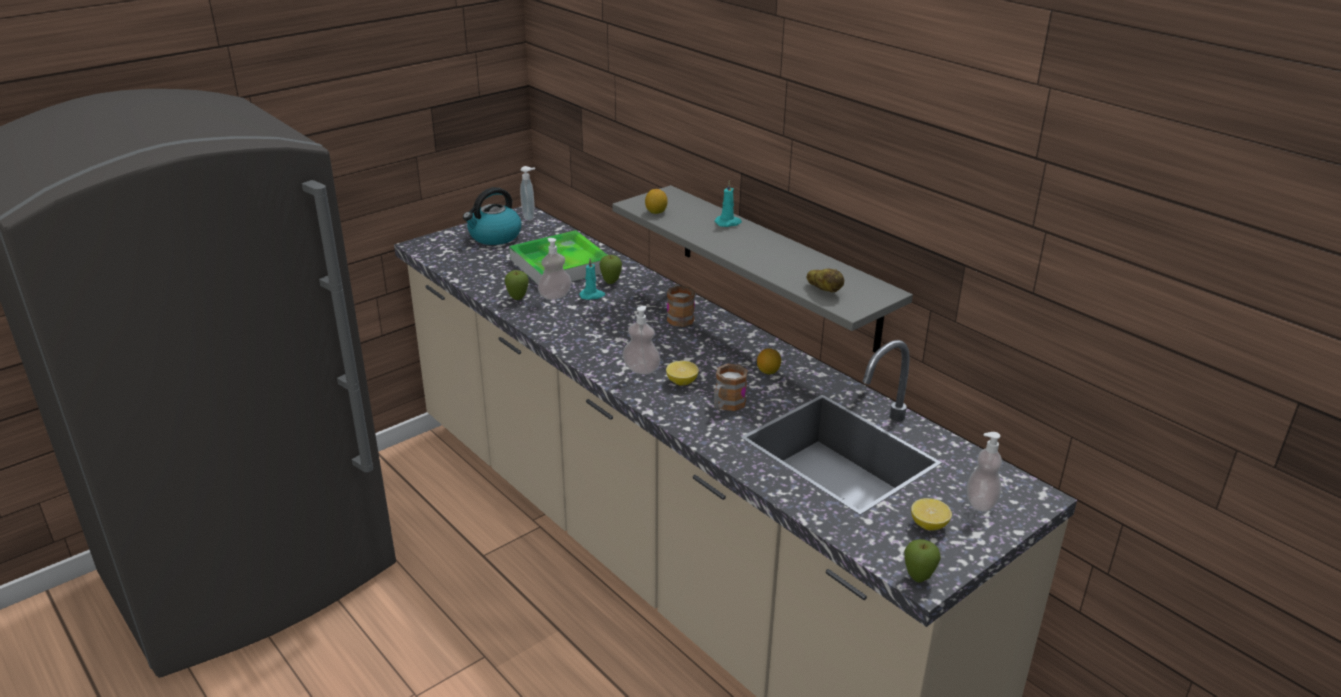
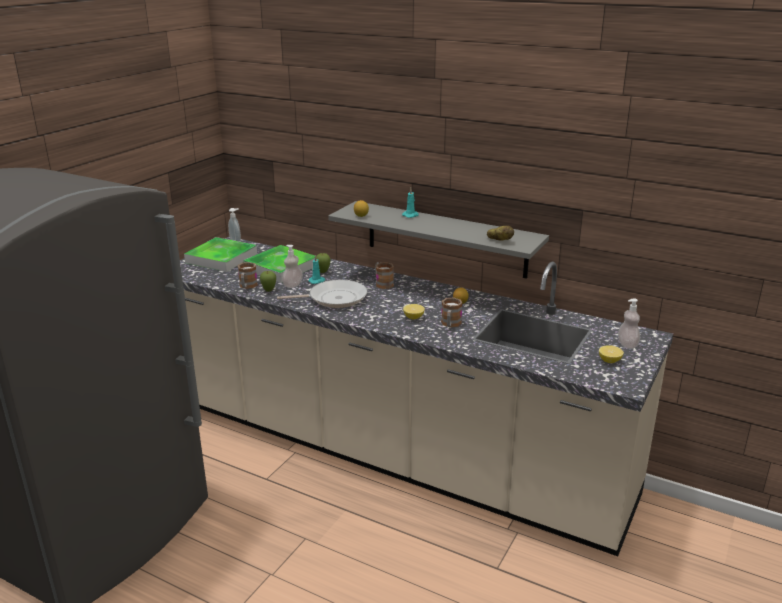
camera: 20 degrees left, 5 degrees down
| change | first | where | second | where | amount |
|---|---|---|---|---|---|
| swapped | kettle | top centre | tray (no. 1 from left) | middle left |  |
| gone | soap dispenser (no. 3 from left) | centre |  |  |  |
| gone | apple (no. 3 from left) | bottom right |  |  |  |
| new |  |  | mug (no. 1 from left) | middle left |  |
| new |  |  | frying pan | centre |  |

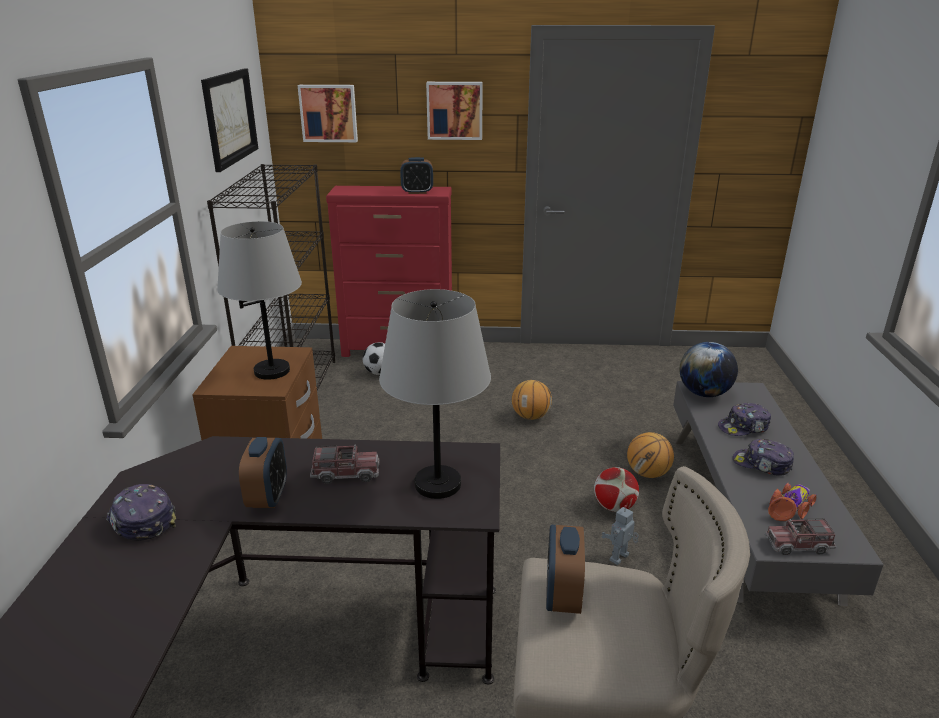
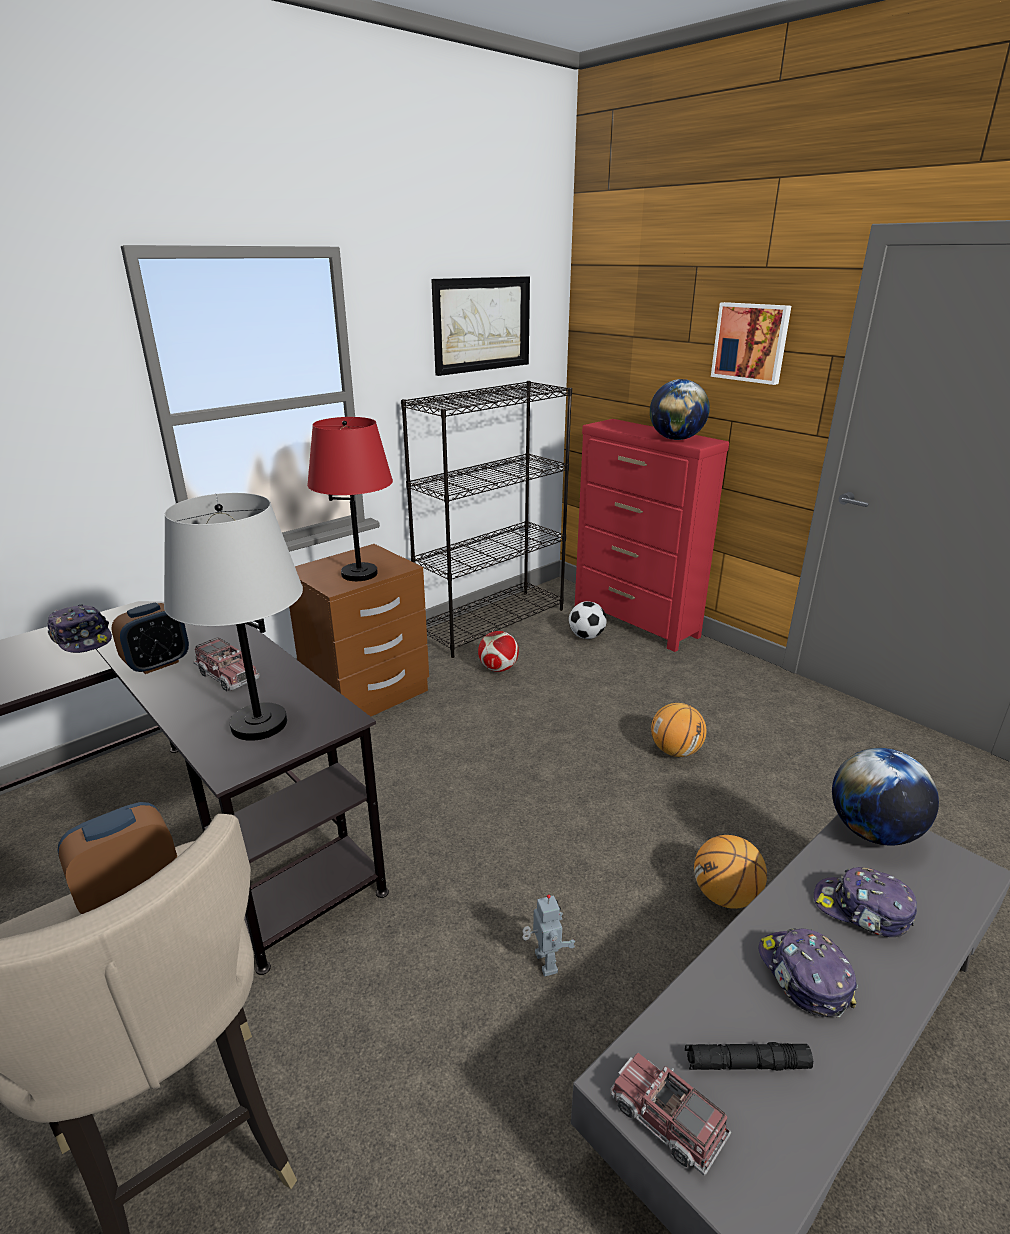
camera: 45 degrees right, 0 degrees up
| change | first | where | second | where | amount |
|---|---|---|---|---|---|
| rotated | cap (no. 1 from left) | bottom left |  | middle left | 135 degrees clockwise |
| repainted | table lamp/grey (no. 1 from left) | middle left | table lamp/red | centre |  |
| gone | picture (no. 2 from left) | top centre |  |  |  |
| swapped | alarm clock (no. 2 from left) | top centre | globe (no. 1 from left) | top right |  |
| shifted | football (no. 2 from left in the first image) | bottom centre | football (no. 1 from left) | centre |  |
| rotated | toy robot | bottom centre |  | bottom centre | 75 degrees clockwise |
| swapped | toy car | bottom right | flashlight/black | bottom right |  |

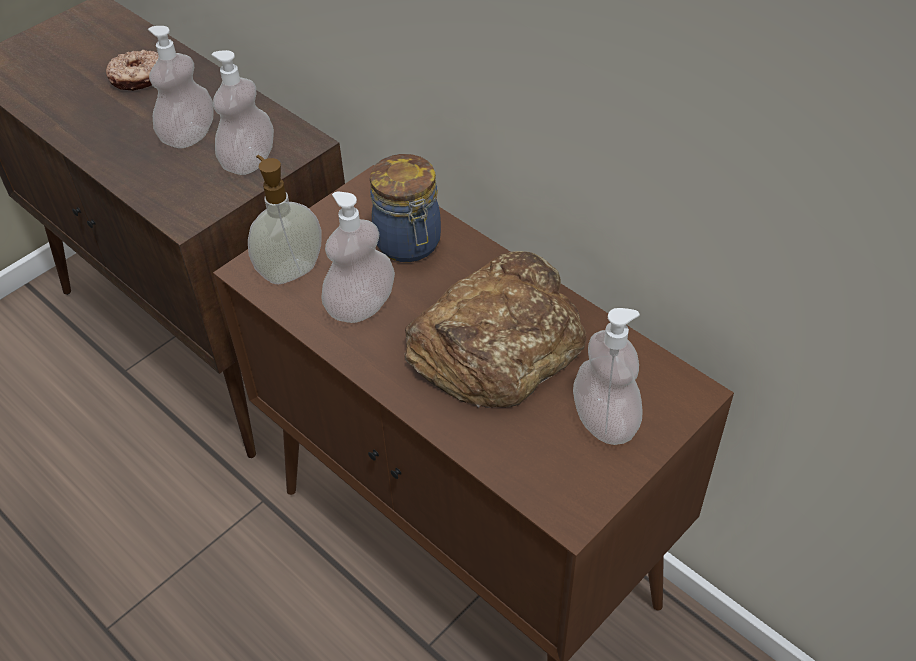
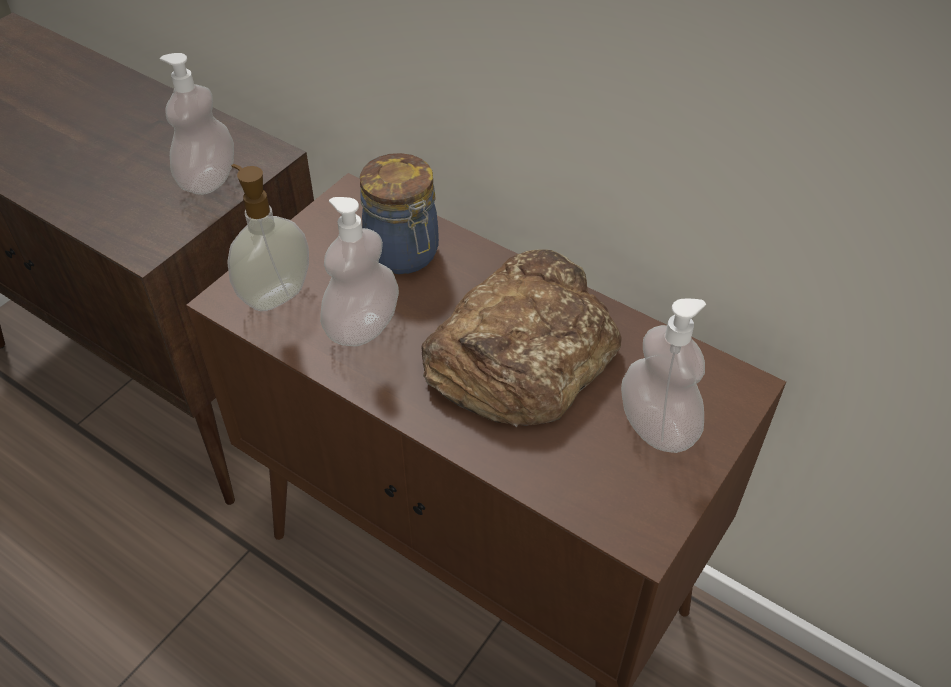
camera: 10 degrees left, 0 degrees up
| change | first | where | second | where | amount |
|---|---|---|---|---|---|
| gone | donut | top left |  |  |  |
| gone | soap dispenser (no. 1 from left) | top left |  |  |  |

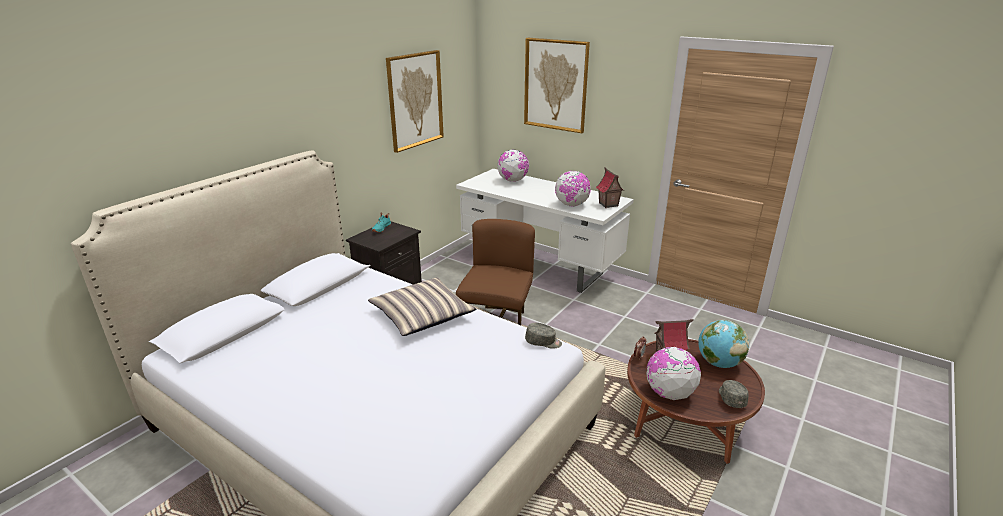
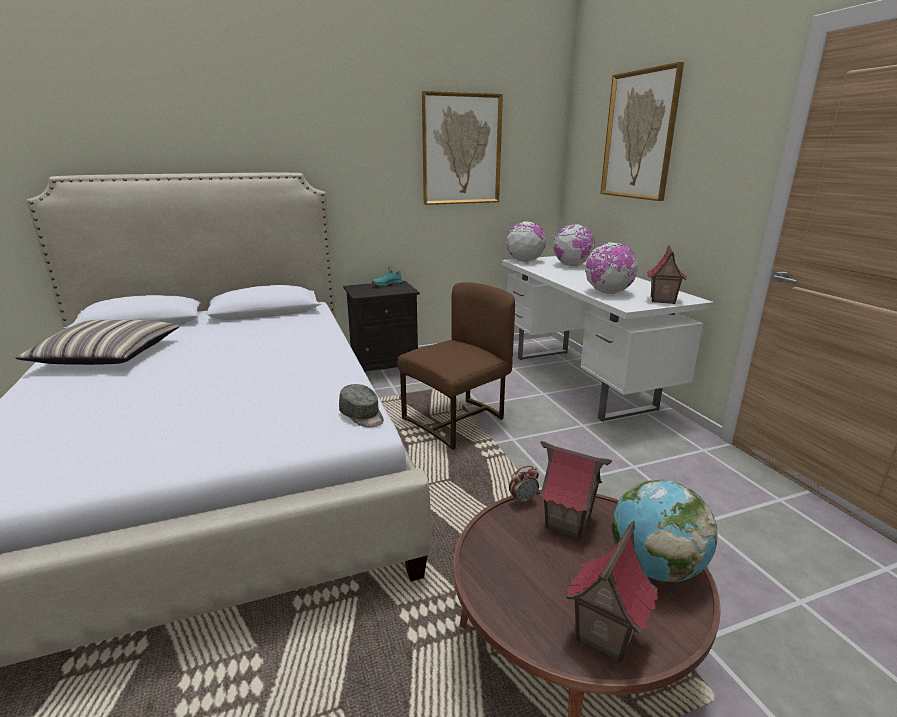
camera: 35 degrees right, 5 degrees down
| change | first | where | second | where | amount |
|---|---|---|---|---|---|
| shifted | pillow | centre |  | middle left |  |
| shifted | globe (no. 3 from left in the first image) | bottom right | globe (no. 1 from left) | centre |  |
| swapped | cap/grey (no. 2 from left) | bottom right | toy house (no. 2 from left) | bottom right |  |

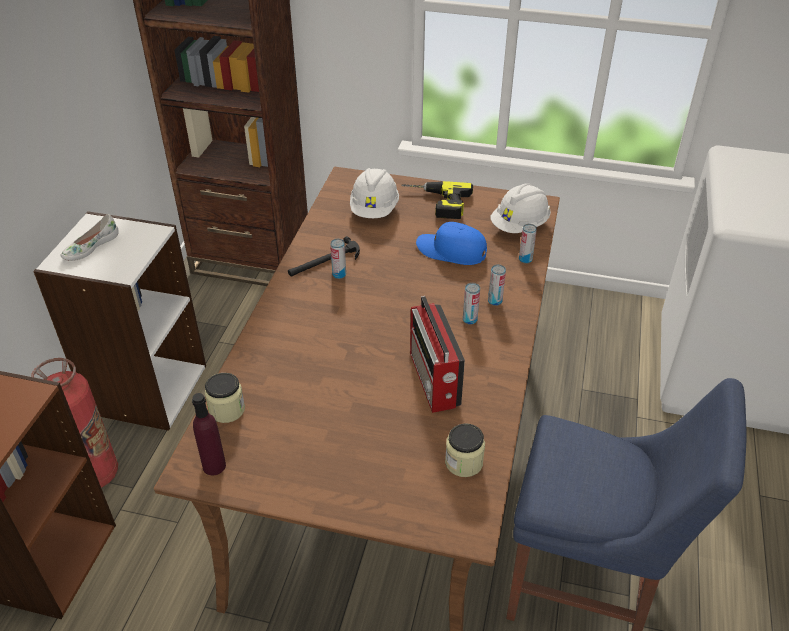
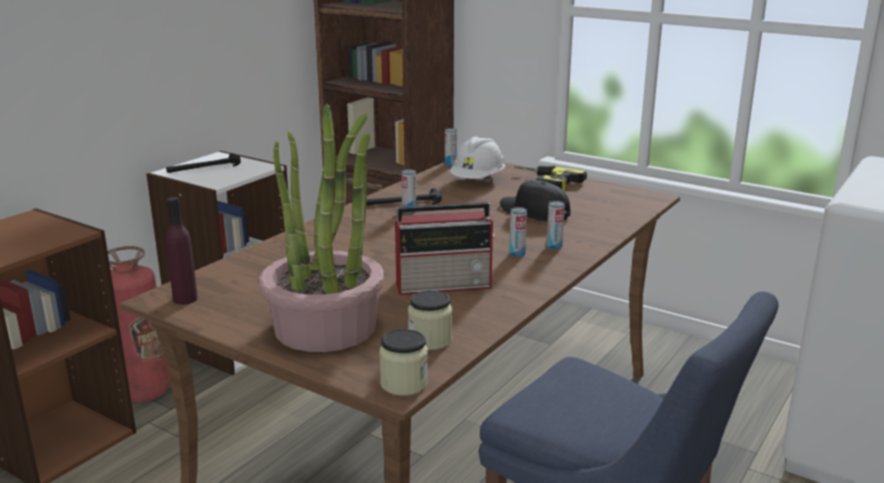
camera: 20 degrees right, 20 degrees down
| change | first | where | second | where | amount |
|---|---|---|---|---|---|
| swapped | shoe/white | middle left | hammer (no. 1 from left) | middle left |  |
| shifted | jar (no. 1 from left) | middle left |  | bottom centre |  |
| rotated | radio | centre |  | centre | 105 degrees counterclockwise |
| repainted | cap/blue | centre | cap/black | centre |  |
| gone | hard hat/white (no. 2 from left) | top centre |  |  |  |
| shifted | can (no. 4 from left in the first image) | middle right | can (no. 2 from left) | top centre |  |
| new |  |  | potted plant | centre |  |

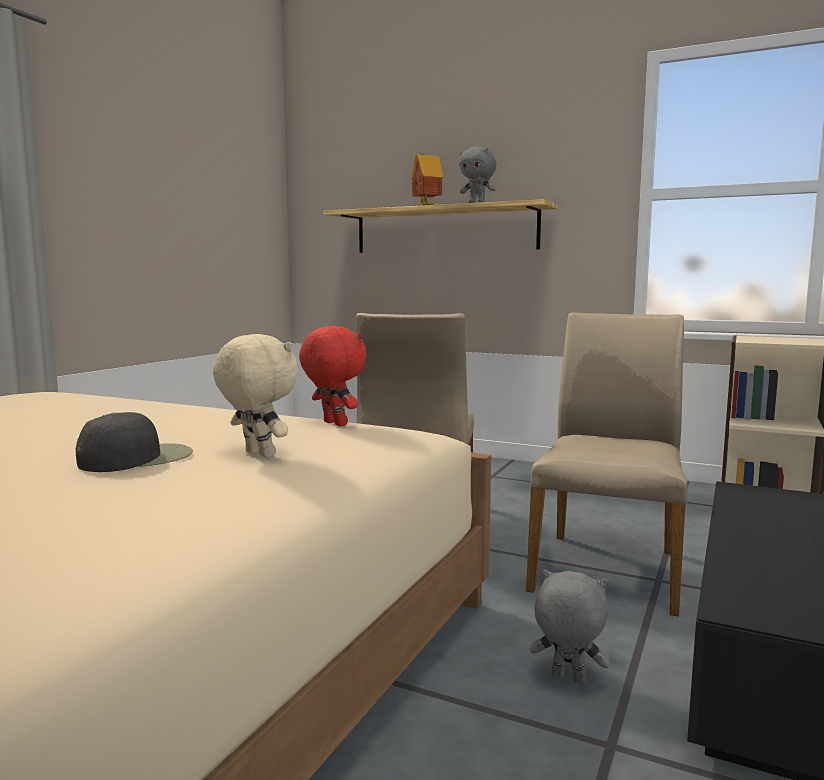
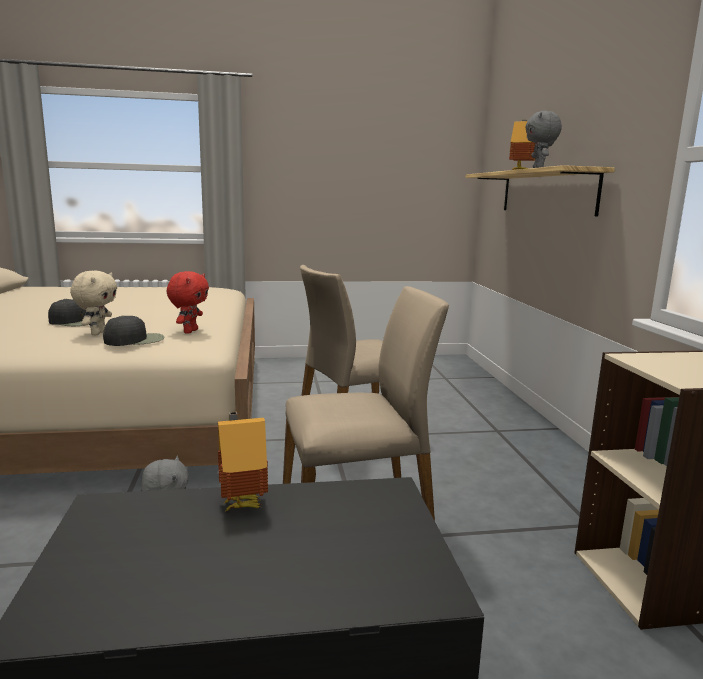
camera: 55 degrees right, 5 degrees up
| change | first | where | second | where | amount |
|---|---|---|---|---|---|
| new |  |  | cap/black (no. 2 from left) | middle left |  |
| new |  |  | toy house (no. 1 from left) | bottom centre |  |

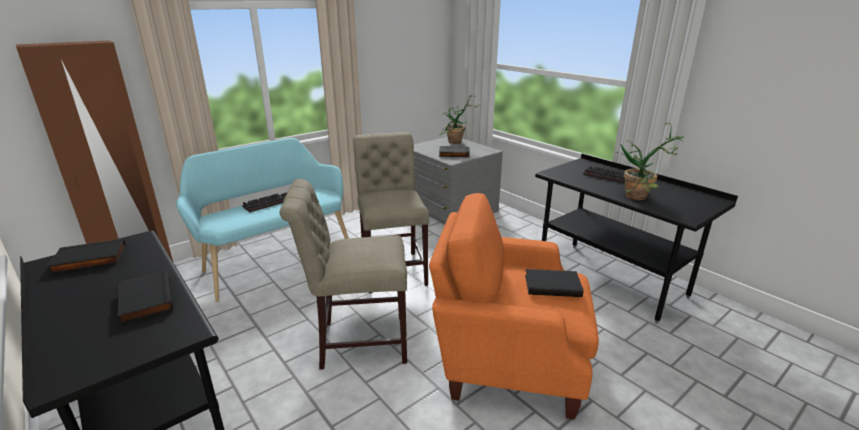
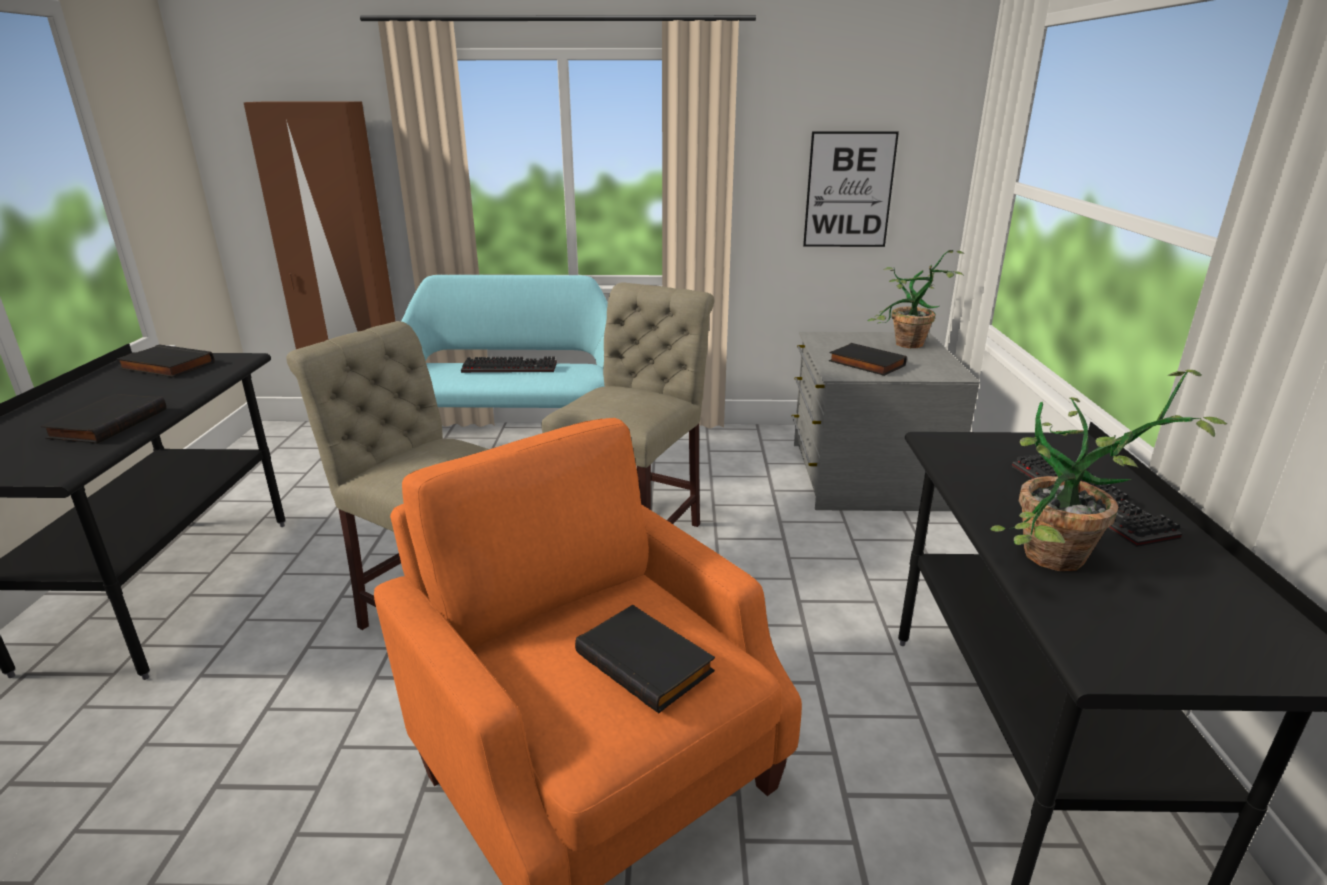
camera: 40 degrees right, 0 degrees up
| change | first | where | second | where | amount |
|---|---|---|---|---|---|
| new |  |  | picture | top centre |  |

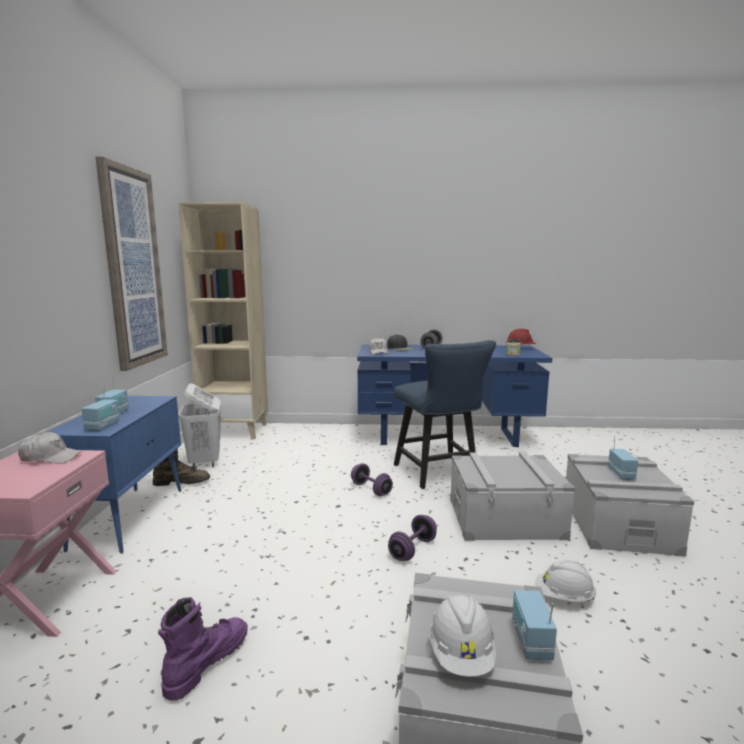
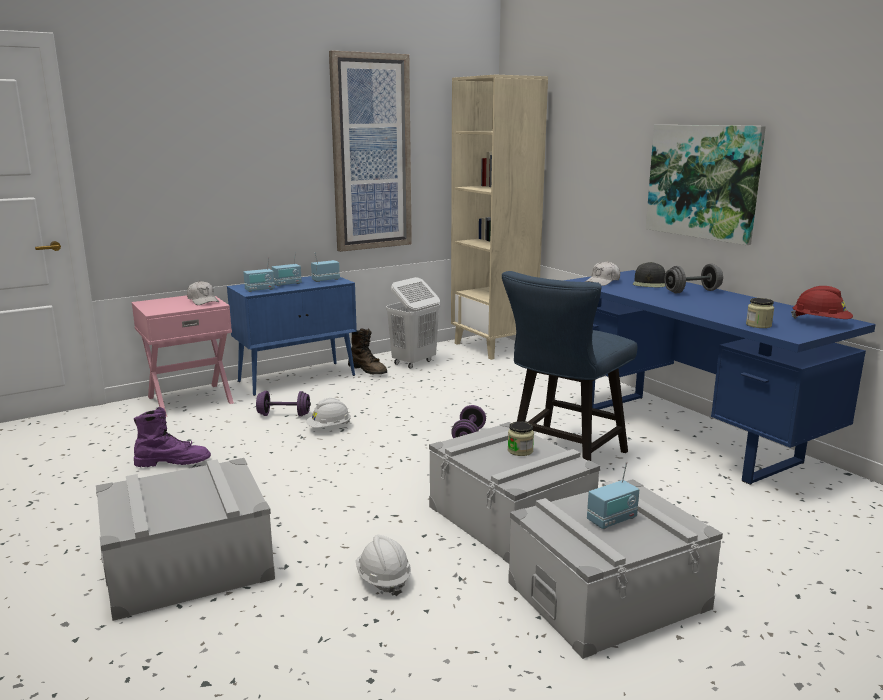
camera: 55 degrees right, 5 degrees up
| change | first | where | second | where | amount |
|---|---|---|---|---|---|
| shifted | dumbbell/purple (no. 2 from left in the first image) | bottom centre | dumbbell/purple (no. 1 from left) | middle left |  |
| shifted | hard hat/white (no. 1 from left) | bottom centre |  | centre |  |
| shifted | radio (no. 3 from left) | bottom right |  | centre |  |
| new |  |  | jar (no. 1 from left) | centre |  |
| new |  |  | picture (no. 2 from left) | top right |  |

